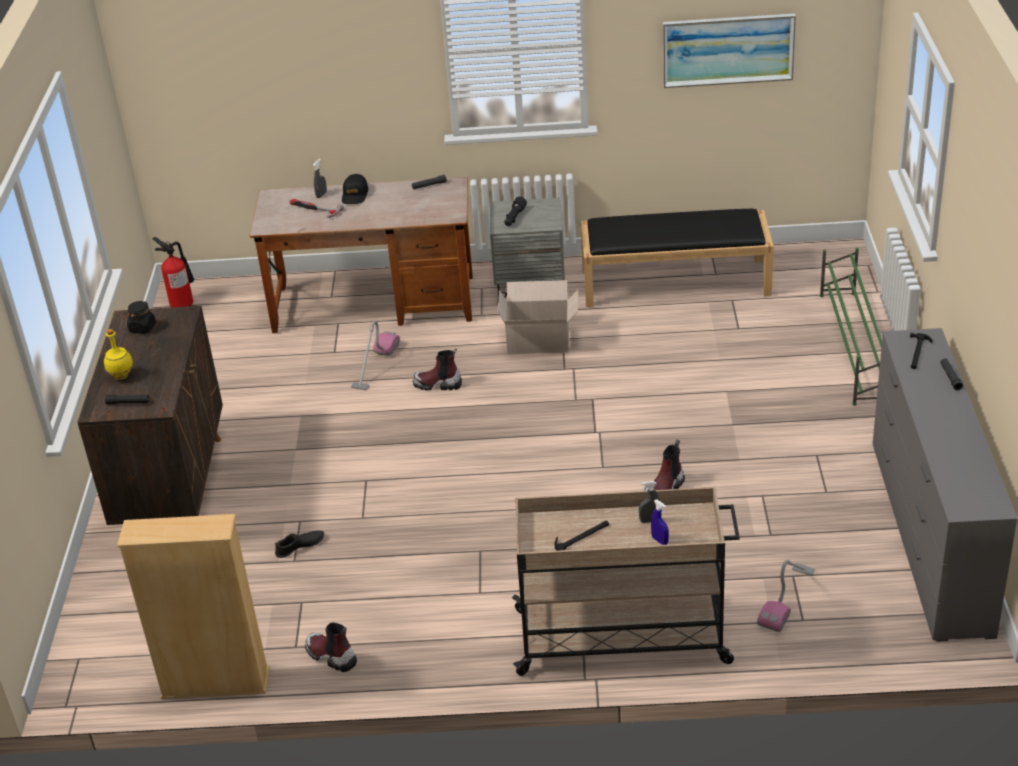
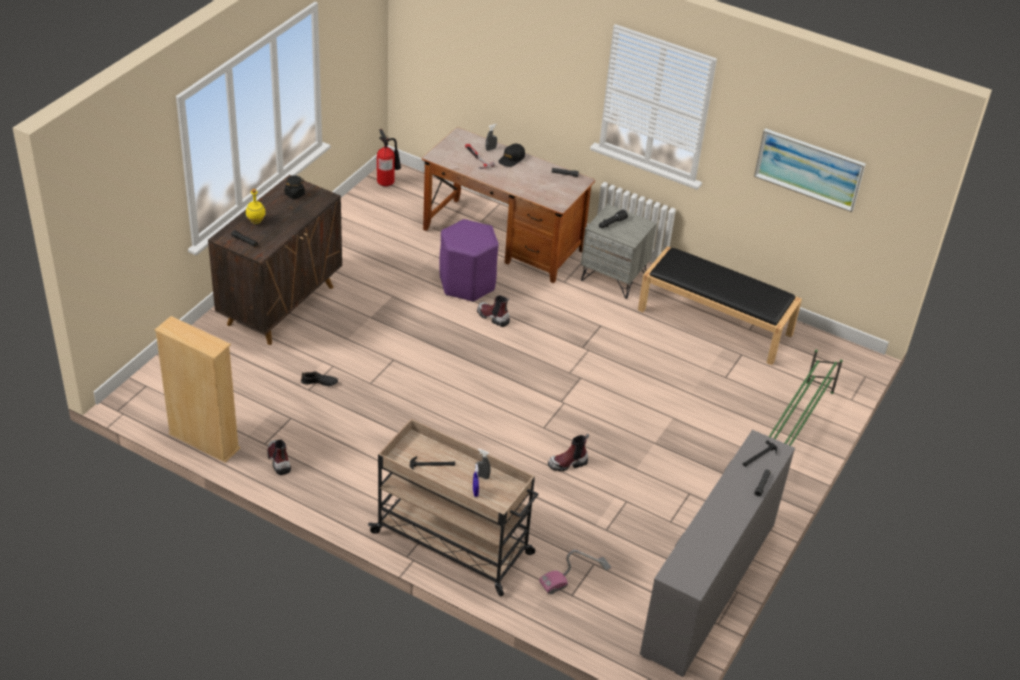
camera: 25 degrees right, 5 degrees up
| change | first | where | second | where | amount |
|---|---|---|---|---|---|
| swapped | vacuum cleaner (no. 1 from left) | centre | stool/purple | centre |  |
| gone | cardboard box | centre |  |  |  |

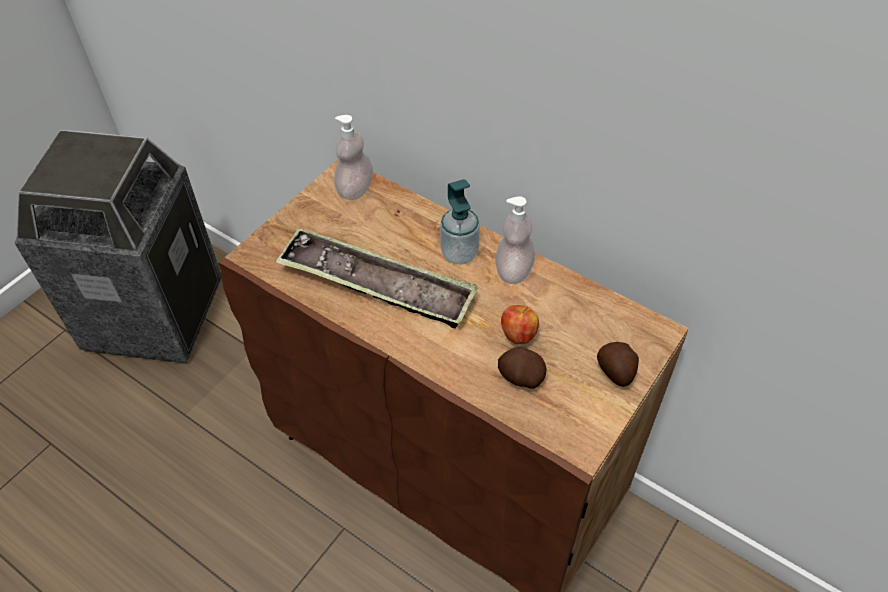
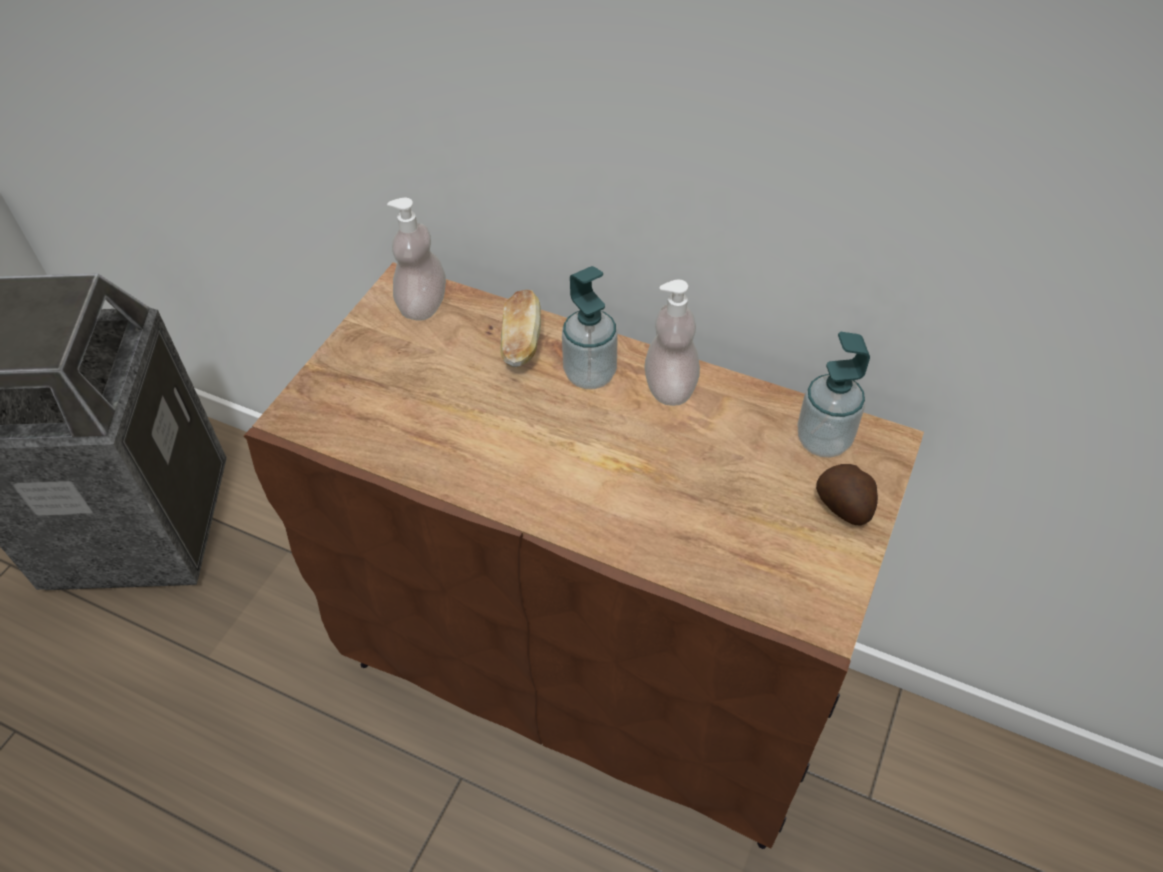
camera: 10 degrees left, 0 degrees up
| change | first | where | second | where | amount |
|---|---|---|---|---|---|
| gone | tray | centre |  |  |  |
| gone | potato (no. 1 from left) | centre |  |  |  |
| gone | apple | centre |  |  |  |
| new |  |  | bread | centre |  |
| new |  |  | soap dispenser (no. 4 from left) | middle right |  |

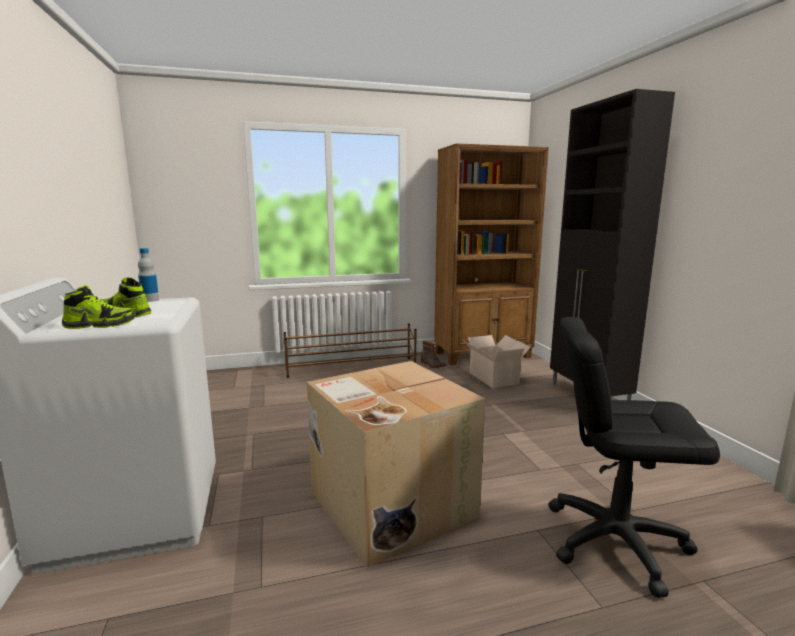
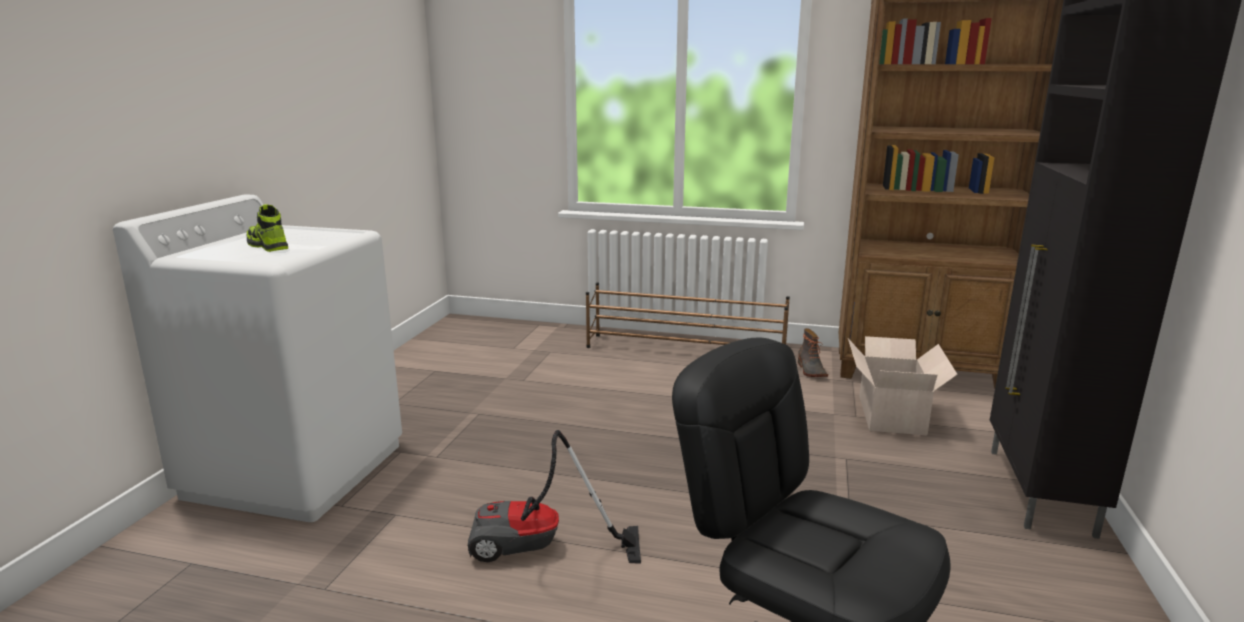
camera: 30 degrees right, 5 degrees up
| change | first | where | second | where | amount |
|---|---|---|---|---|---|
| gone | shoe (no. 1 from left) | middle left |  |  |  |
| gone | bottle | middle left |  |  |  |
| swapped | cardboard box (no. 1 from left) | bottom centre | vacuum cleaner | bottom centre |  |

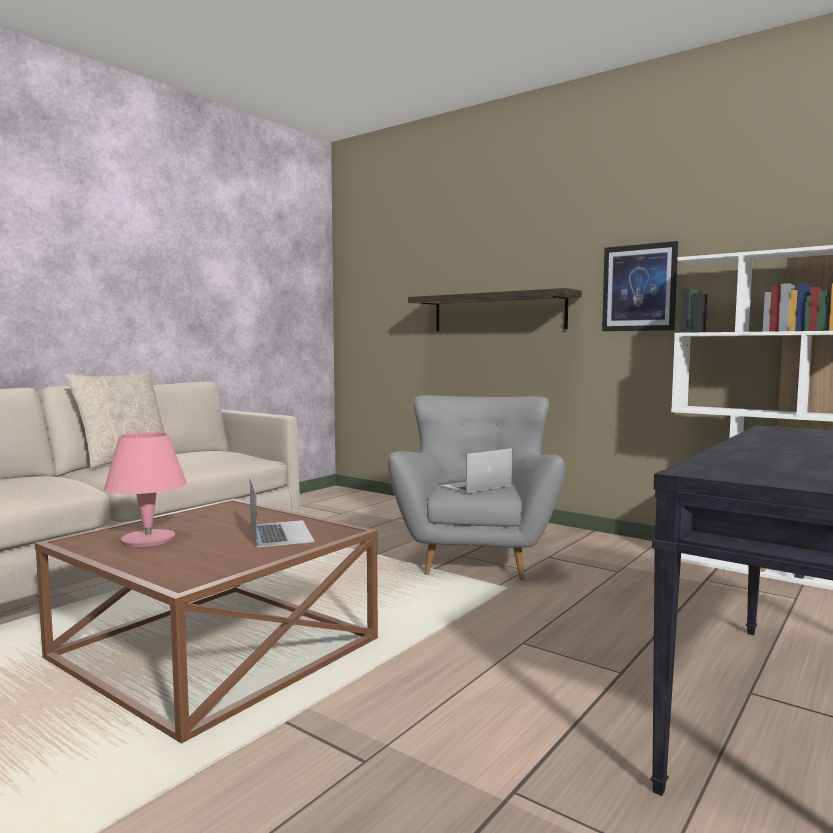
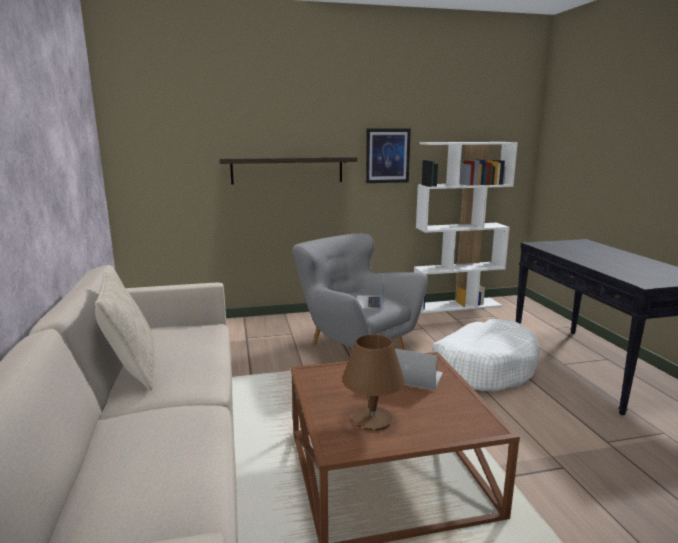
camera: 50 degrees left, 10 degrees up
| change | first | where | second | where | amount |
|---|---|---|---|---|---|
| repainted | table lamp/pink | middle left | table lamp/brown | bottom centre |  |
| new |  |  | dog bed/white | middle right |  |

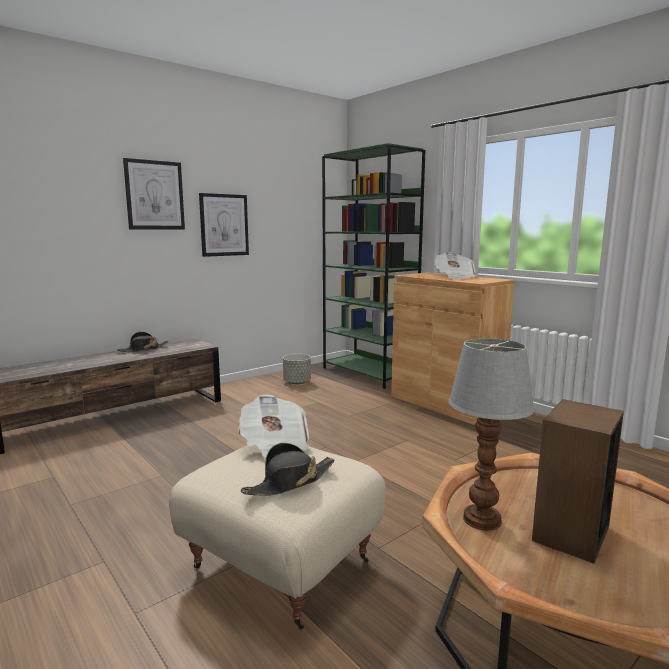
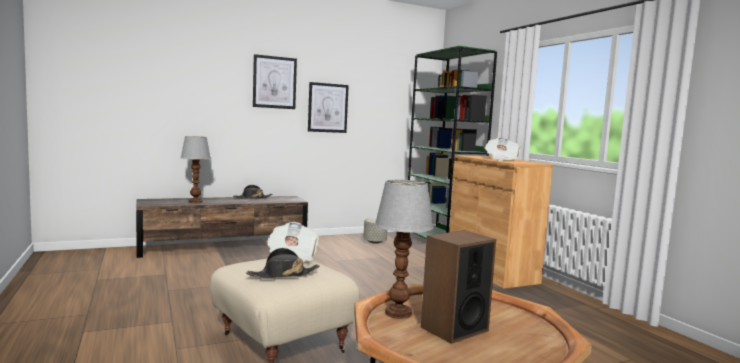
camera: 15 degrees right, 5 degrees down
| change | first | where | second | where | amount |
|---|---|---|---|---|---|
| new |  |  | table lamp (no. 1 from left) | middle left |  |

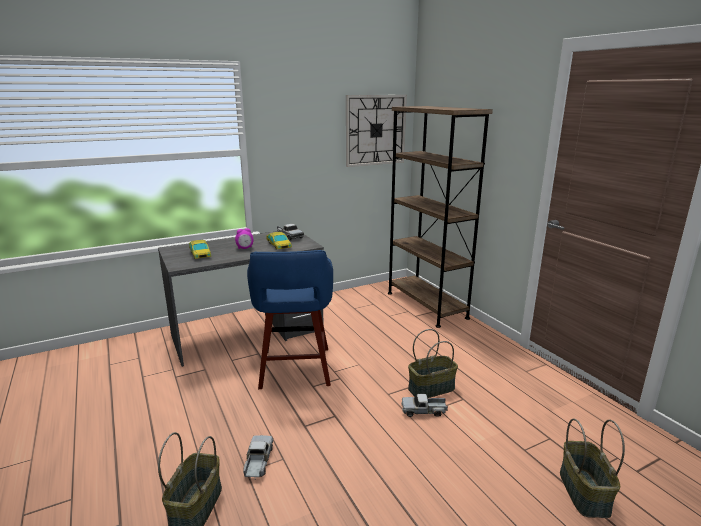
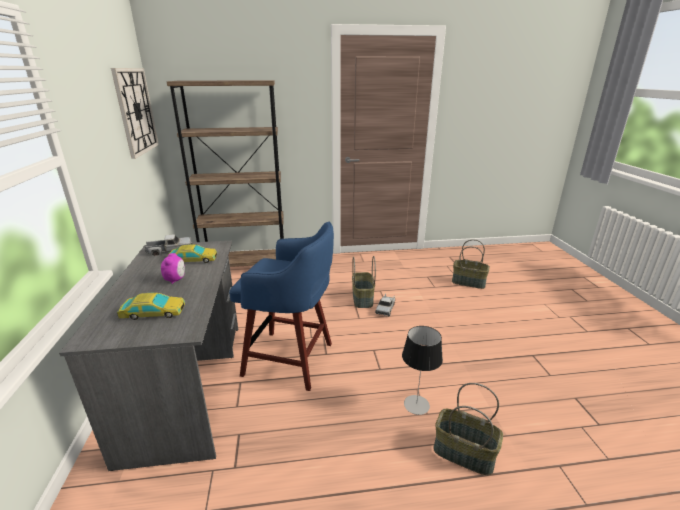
camera: 70 degrees left, 5 degrees up
| change | first | where | second | where | amount |
|---|---|---|---|---|---|
| swapped | toy truck (no. 1 from left) | bottom centre | table lamp | bottom centre |  |

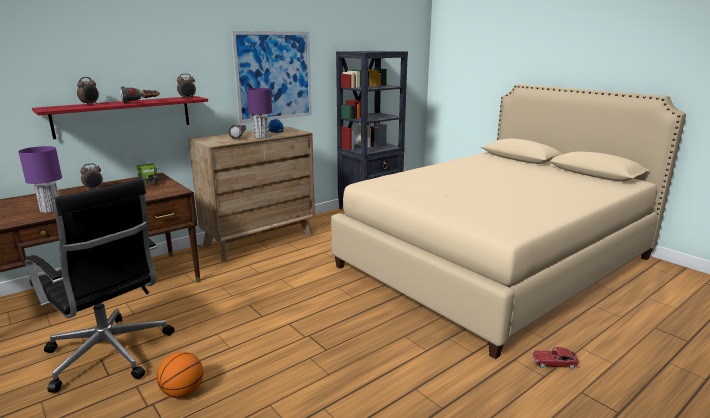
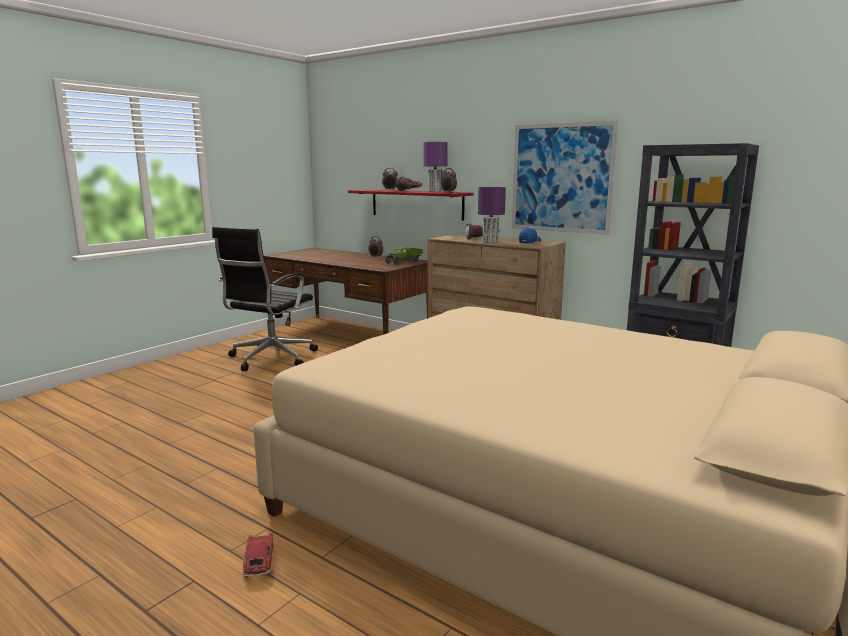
camera: 75 degrees right, 5 degrees down
| change | first | where | second | where | amount |
|---|---|---|---|---|---|
| shifted | table lamp/purple (no. 1 from left) | middle left |  | top centre |  |
| gone | basketball | bottom left |  |  |  |

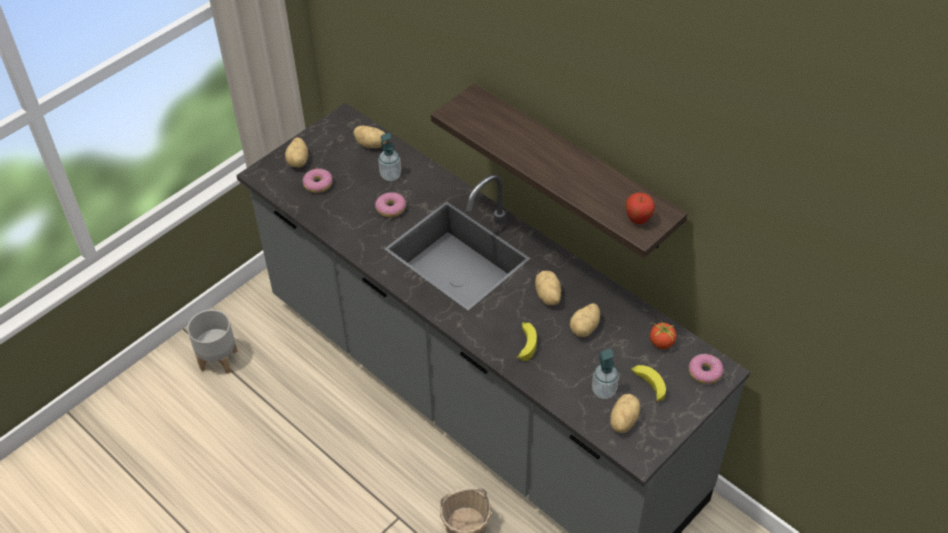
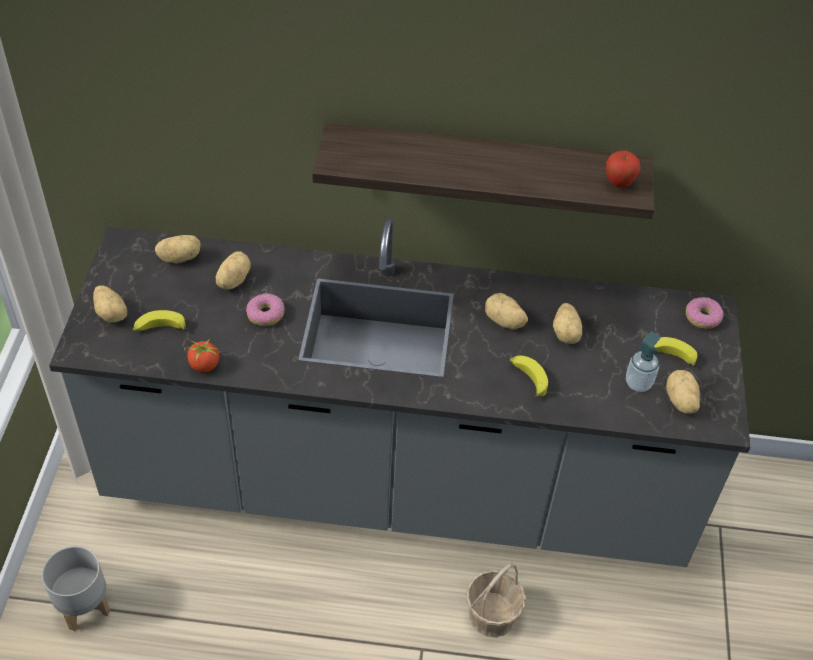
camera: 40 degrees left, 0 degrees up
| change | first | where | second | where | amount |
|---|---|---|---|---|---|
| swapped | donut (no. 1 from left) | centre | banana (no. 1 from left) | middle left |  |
| swapped | soap dispenser (no. 1 from left) | top centre | potato (no. 3 from left) | middle left |  |
| shifted | tomato | middle right |  | middle left |  |

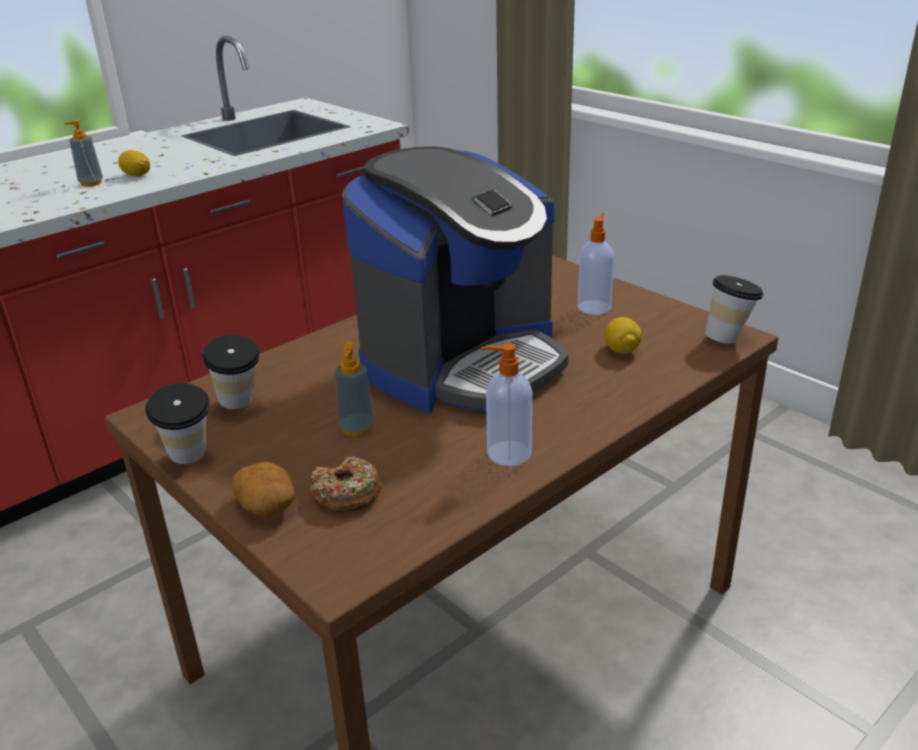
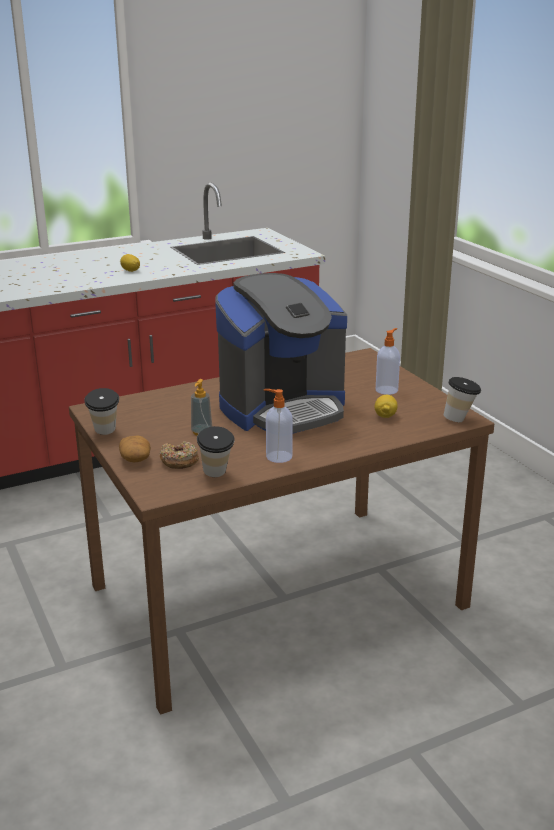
camera: 15 degrees right, 5 degrees down
| change | first | where | second | where | amount |
|---|---|---|---|---|---|
| gone | soap dispenser (no. 1 from left) | top left |  |  |  |
| shifted | cup (no. 2 from left) | middle left |  | centre |  |

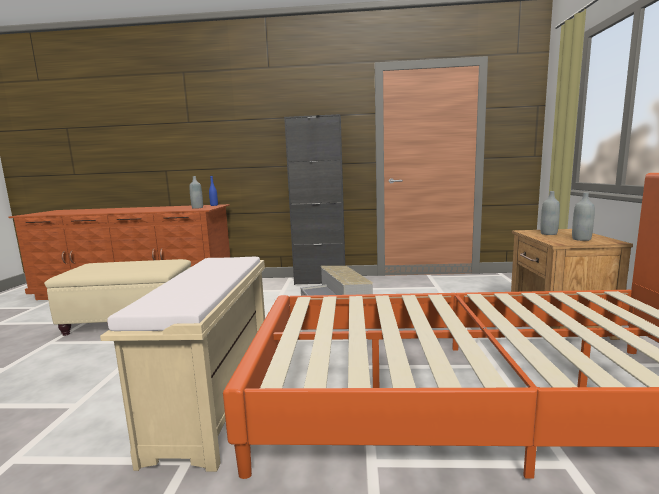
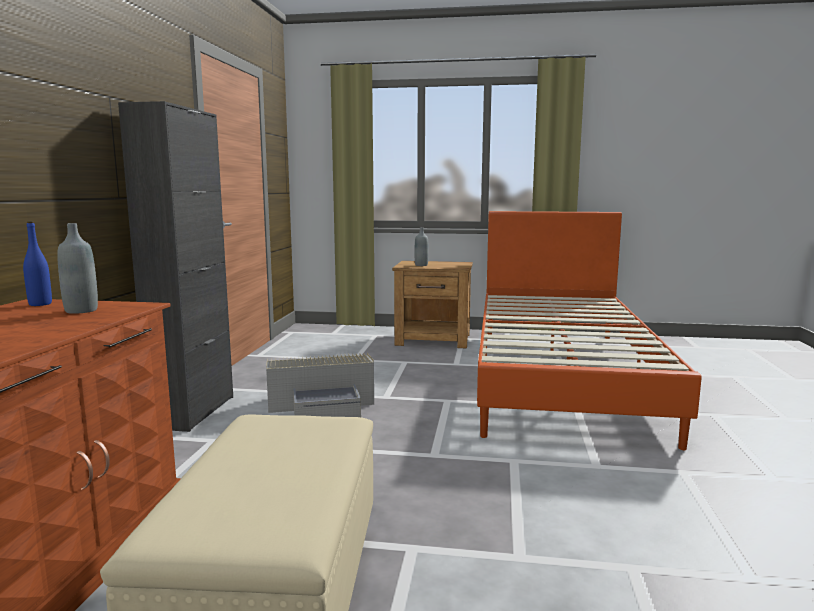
camera: 85 degrees left, 0 degrees up
| change | first | where | second | where | amount |
|---|---|---|---|---|---|
| gone | bench/beige | bottom left |  |  |  |
| gone | bottle/grey (no. 3 from left) | middle right |  |  |  |

